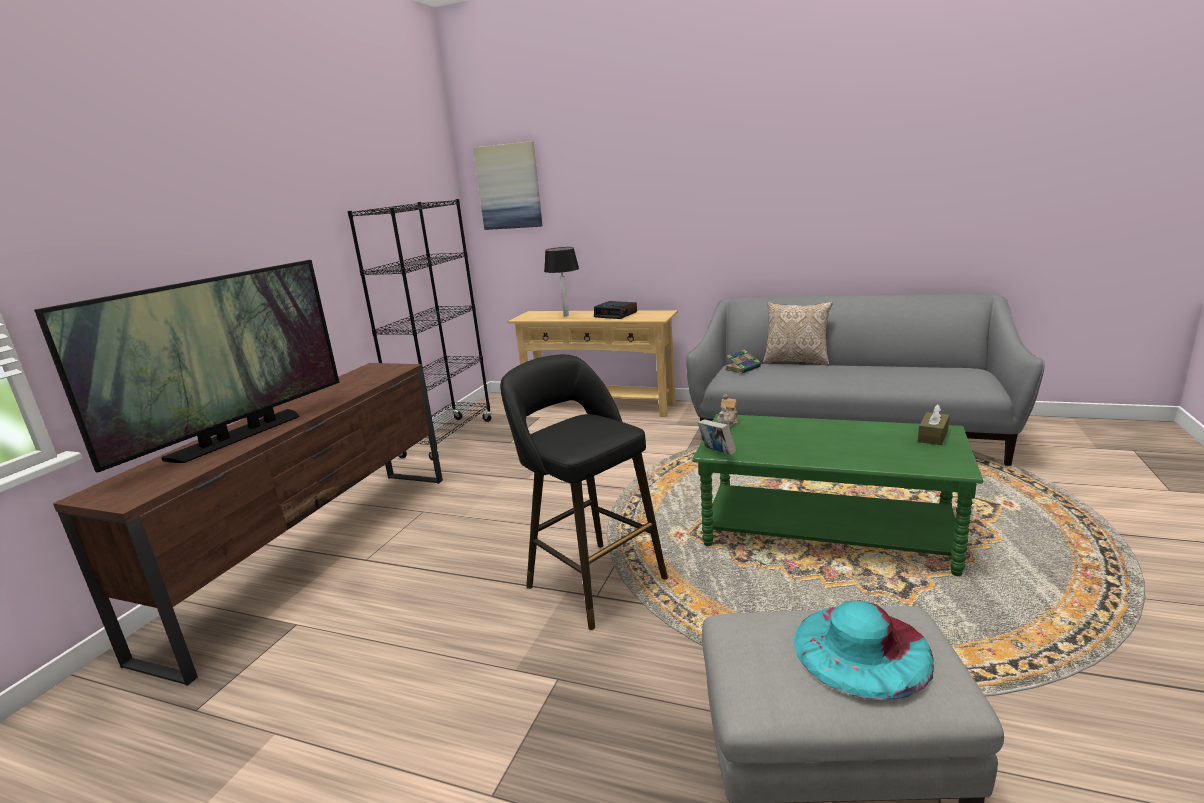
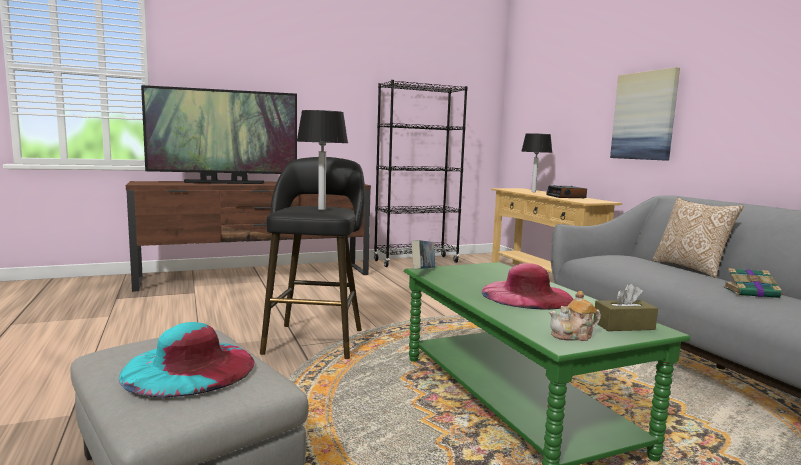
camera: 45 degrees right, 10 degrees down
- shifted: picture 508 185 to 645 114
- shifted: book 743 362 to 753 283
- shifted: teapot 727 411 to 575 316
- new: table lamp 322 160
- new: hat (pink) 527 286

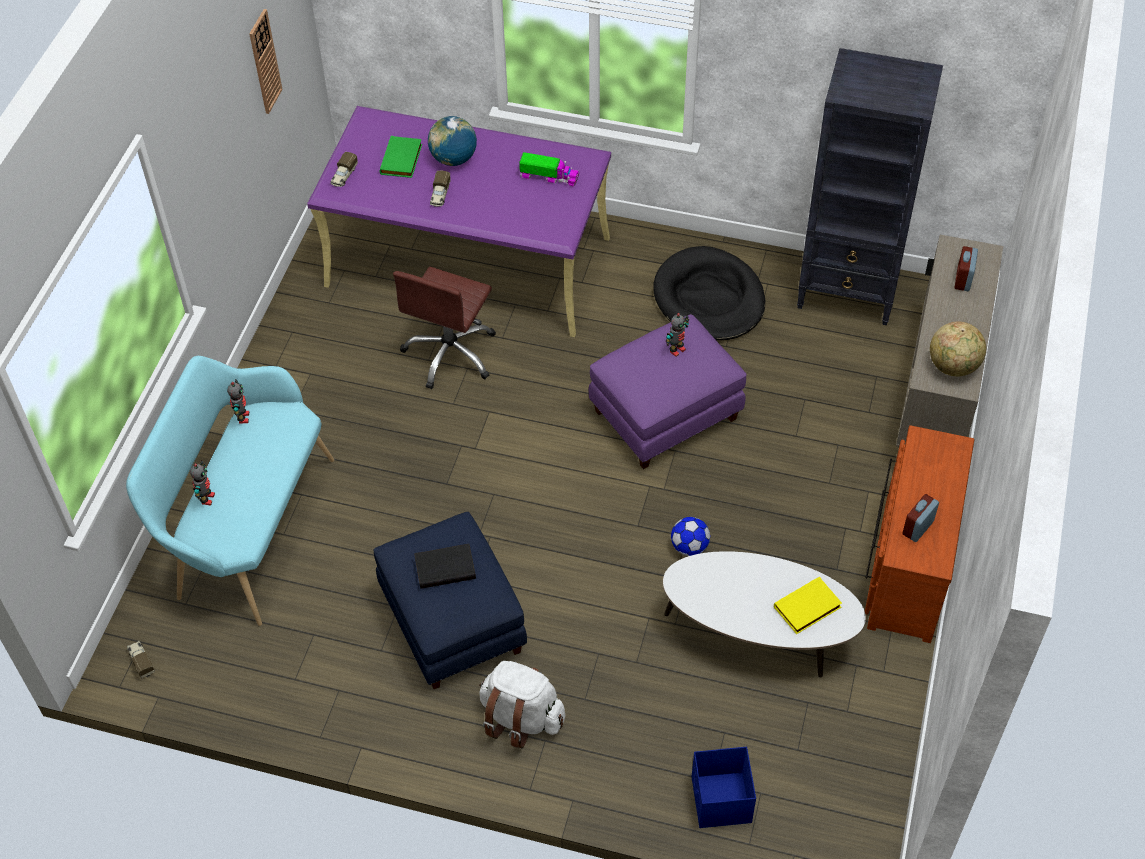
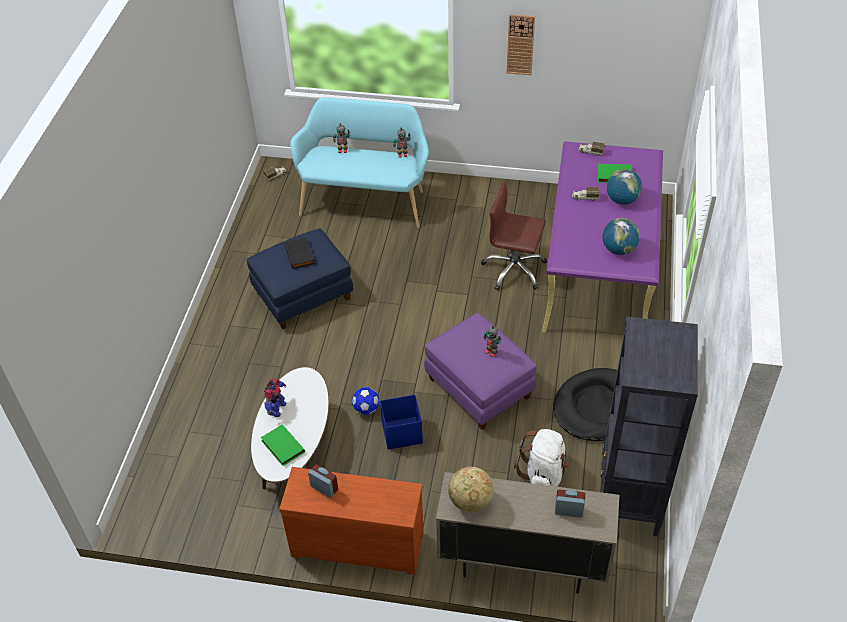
camera: 85 degrees right, 5 degrees down
- shifted: wall clock 265 61 to 521 44
- swapped: toy truck 549 169 to globe 621 236
- repainted: book (yellow) 808 605 to book (green) 283 445
- shifted: backpack (white) 522 704 to 542 458
- shifted: storage box (blue) 724 787 to 401 422
- new: toy robot 275 398

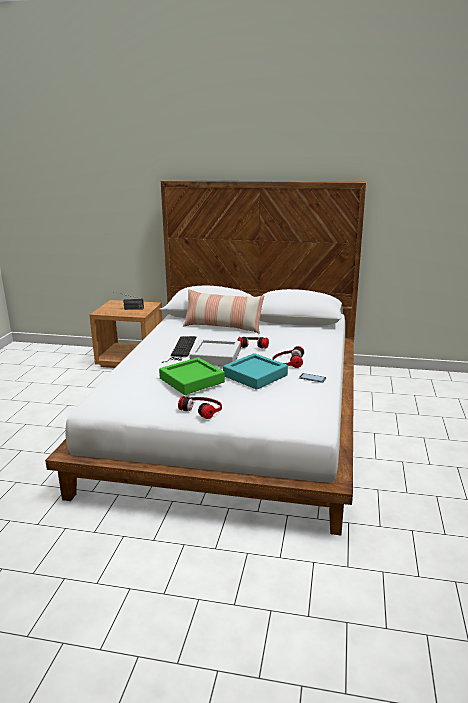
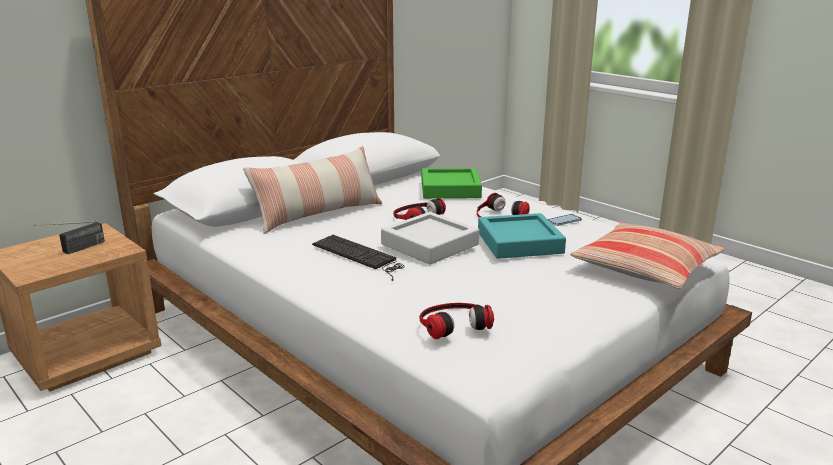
camera: 55 degrees left, 0 degrees up
- shifted: tray (green) 192 376 to 452 183
- shifted: headphones 200 407 to 456 321
- new: pillow 647 255

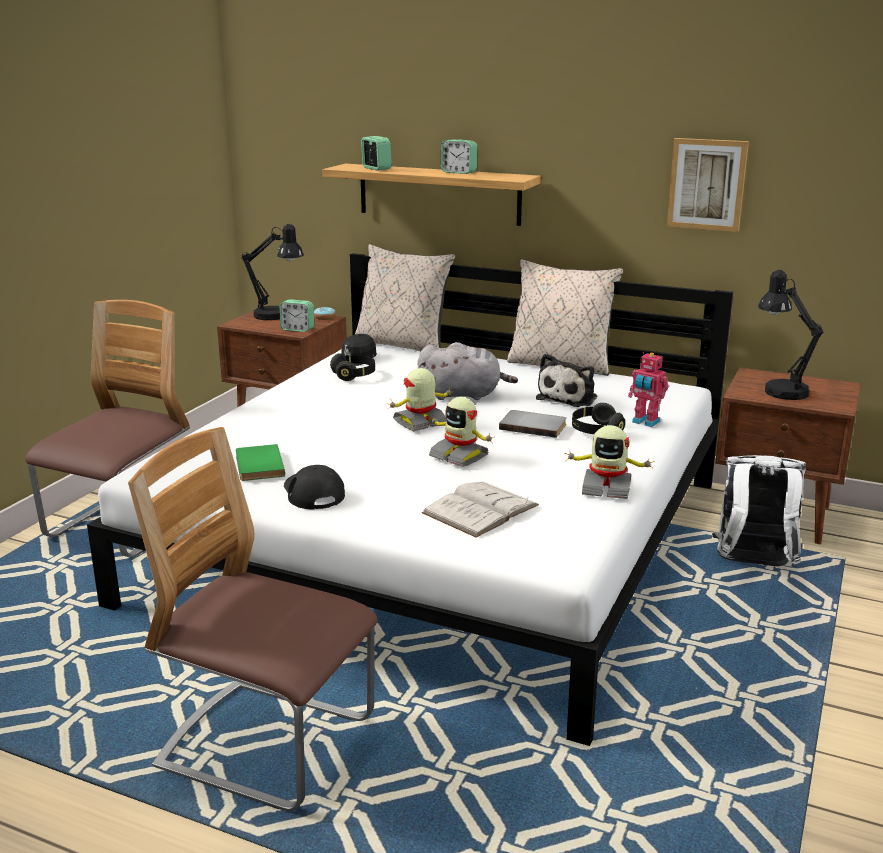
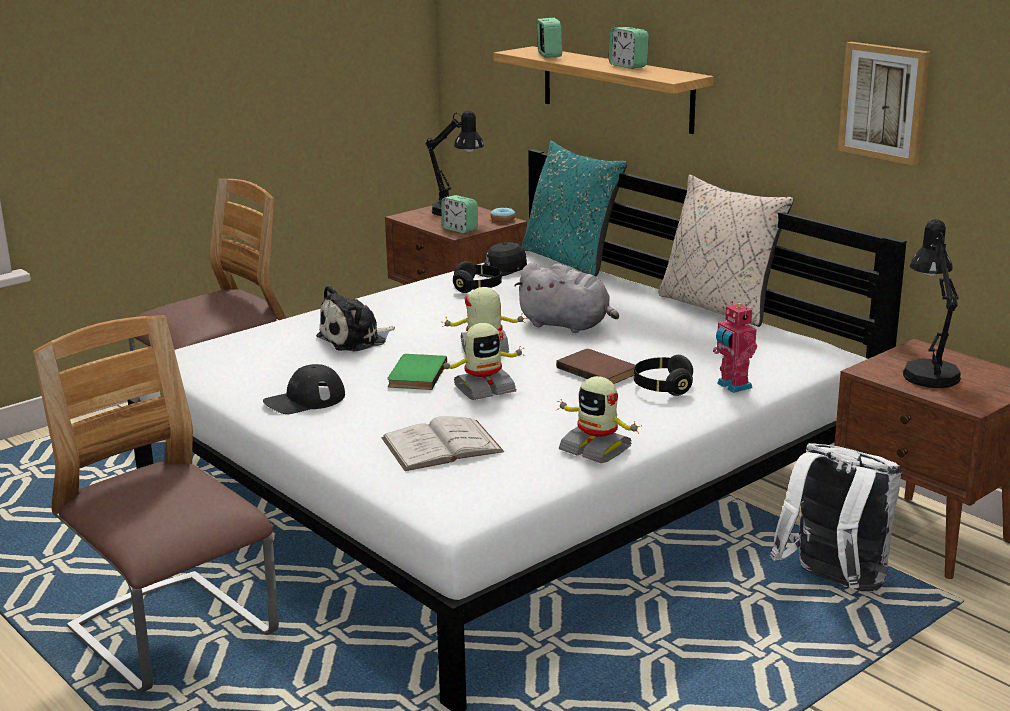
camera: 25 degrees right, 0 degrees up
- repainted: pillow (beige) 405 297 to pillow (turquoise) 574 208
- shifted: plush toy 566 380 to 355 318
- rotated: toy robot 461 432 = 482 361 90 degrees counterclockwise
- repainted: book (grey) 533 424 to book (brown) 595 366
- shifted: book (green) 260 462 to 417 372
- rotated: cap (black) 314 487 = 304 389 120 degrees counterclockwise

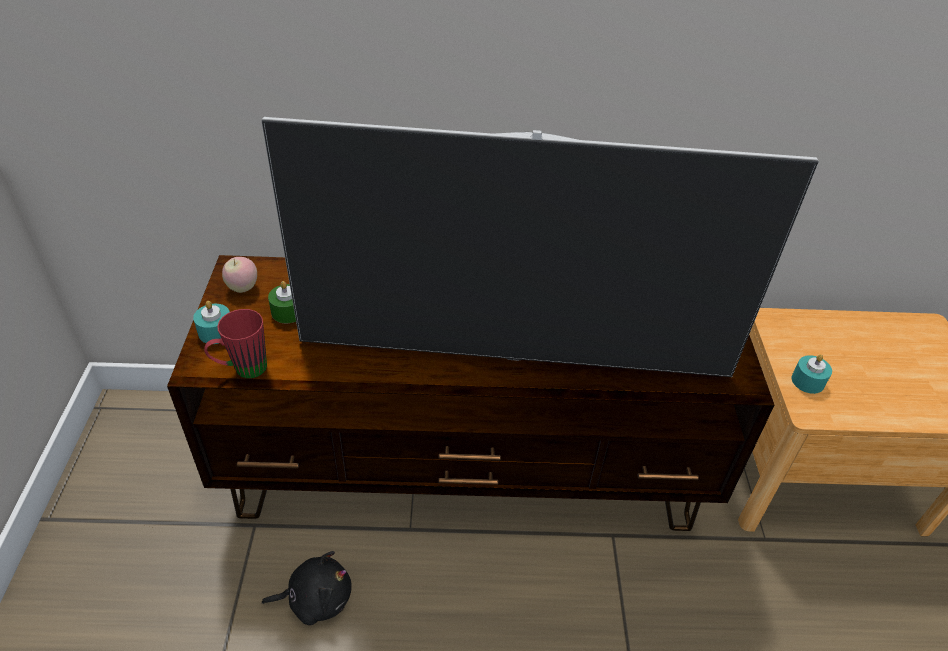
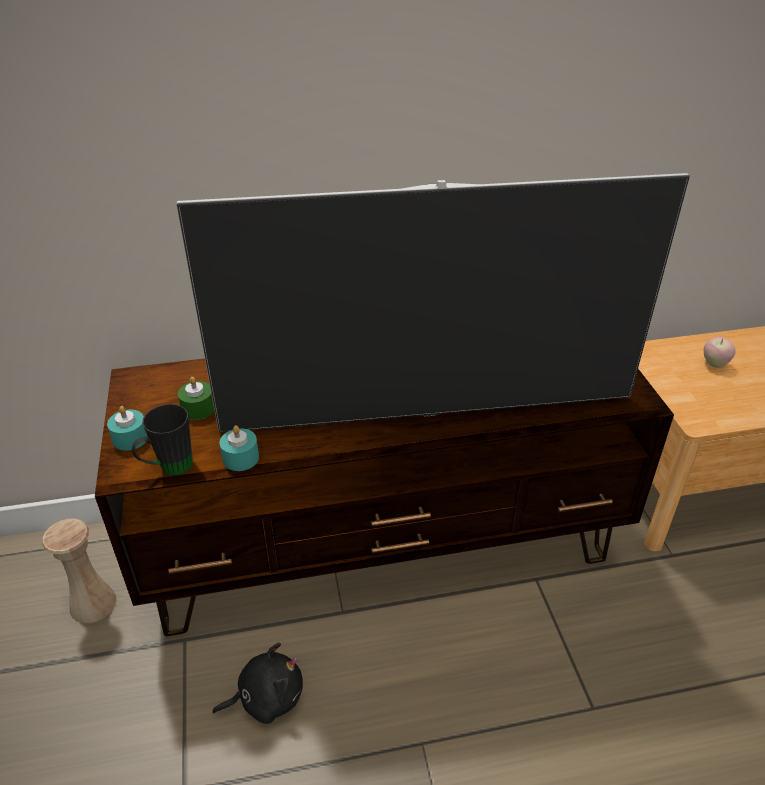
camera: 10 degrees left, 5 degrees down
- shifted: apple 239 275 to 720 352
- repainted: mug (red) 235 343 to mug (black) 162 439
- shifted: candle (turquoise) 811 374 to 239 448
- new: vase (beige) 79 571

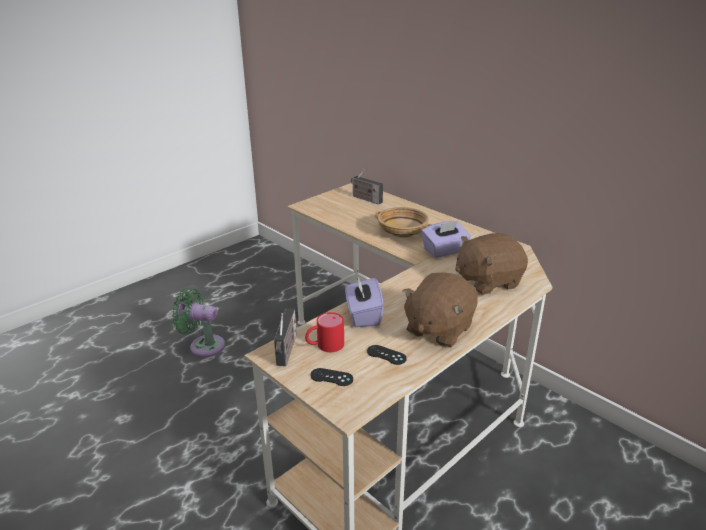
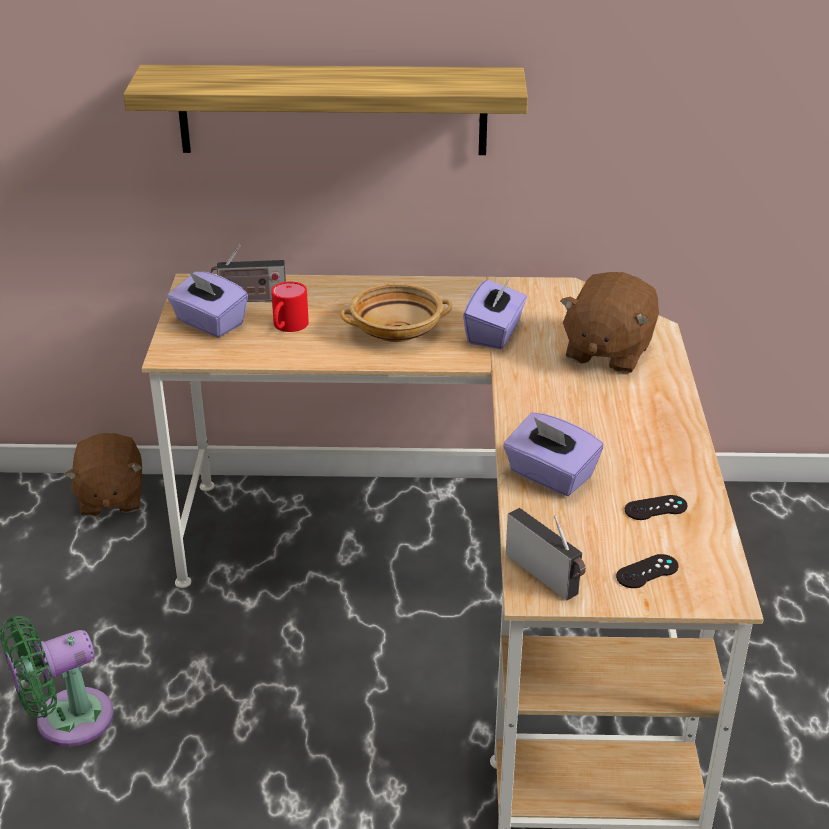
camera: 45 degrees left, 5 degrees up
- shifted: plush toy (brown) 440 309 to 104 475
- shifted: mug (red) 324 332 to 290 307
- new: shelf 325 110
- new: tissue box (purple) 207 304

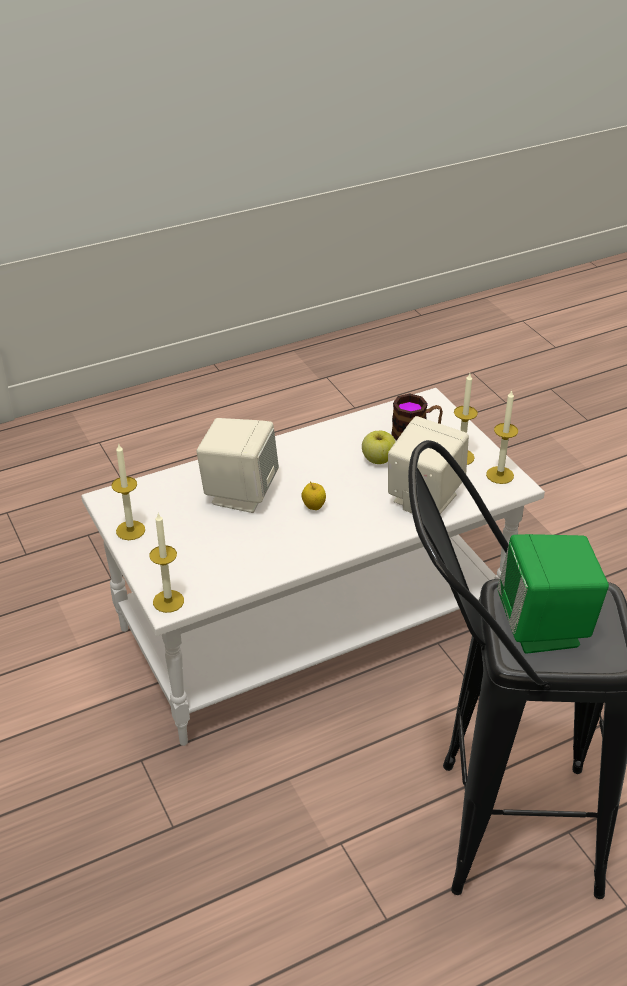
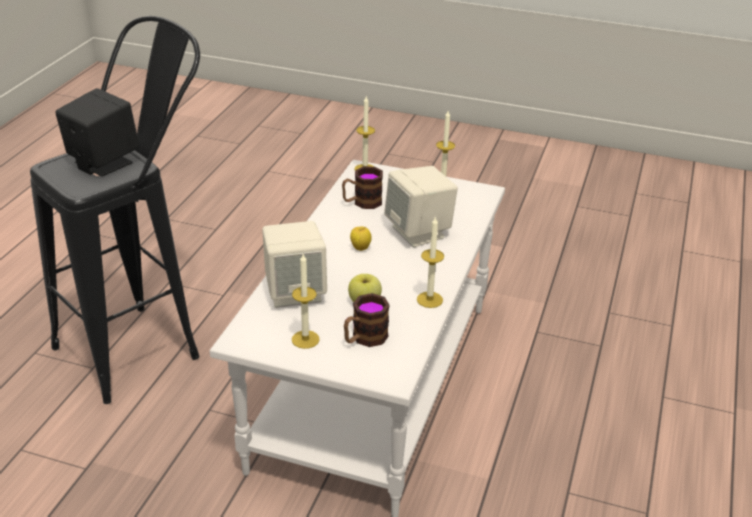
camera: 135 degrees right, 5 degrees down
- shifted: candle 502 437 to 430 262
- repainted: speaker (green) 553 594 to speaker (black) 97 132
- new: mug 362 187

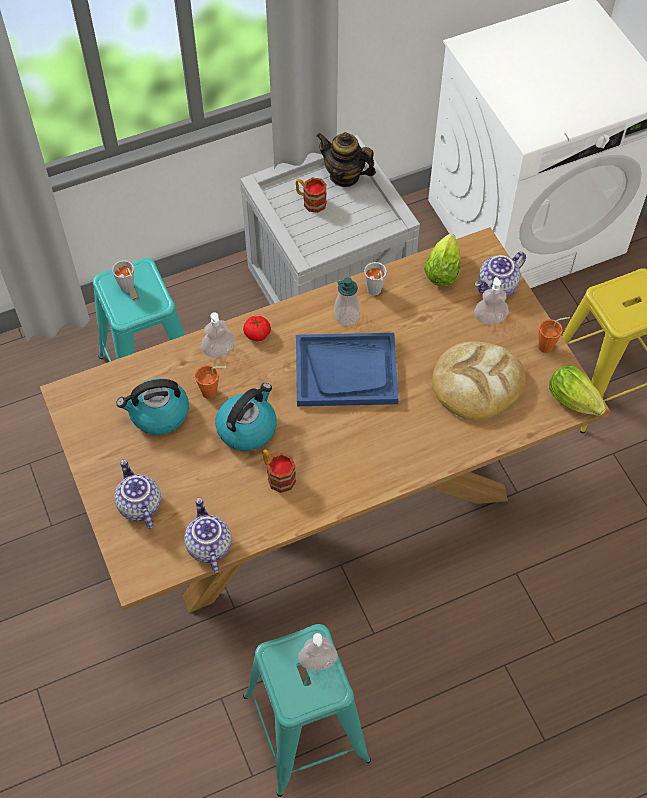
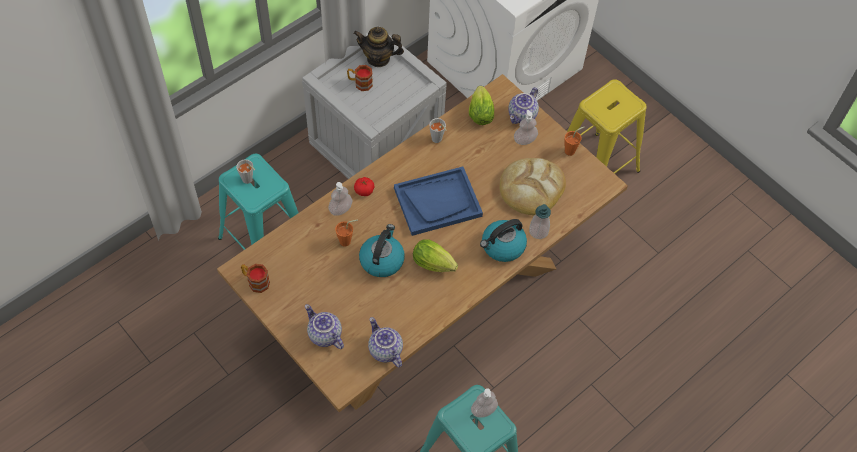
camera: 20 degrees left, 0 degrees up
- shifted: soap dispenser 347 301 to 540 221
- shifted: lettuce 577 390 to 435 255
- shifted: kettle 152 406 to 503 240
- shifted: mug 279 471 to 255 278

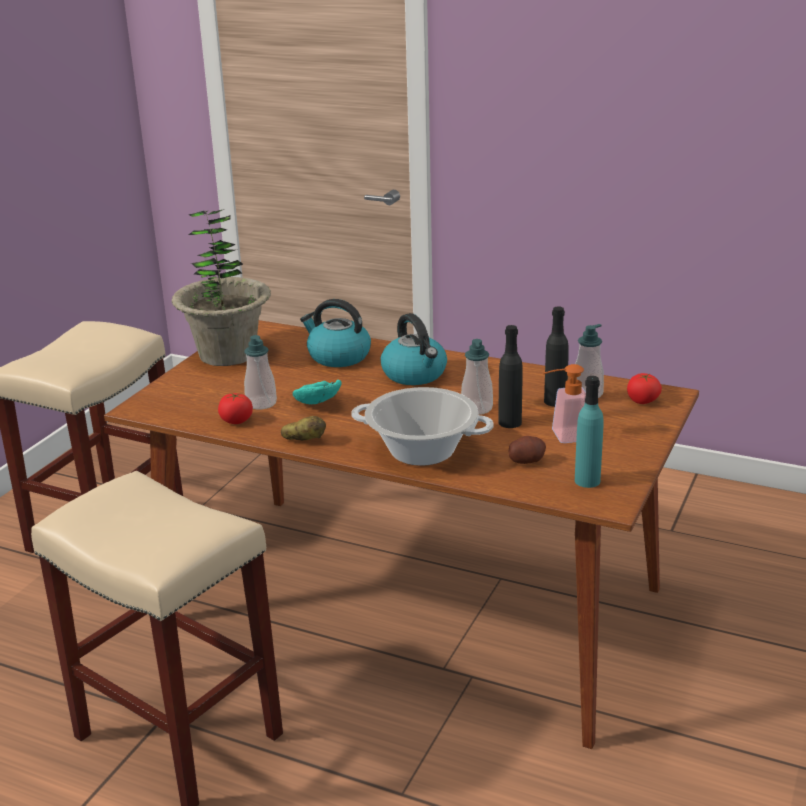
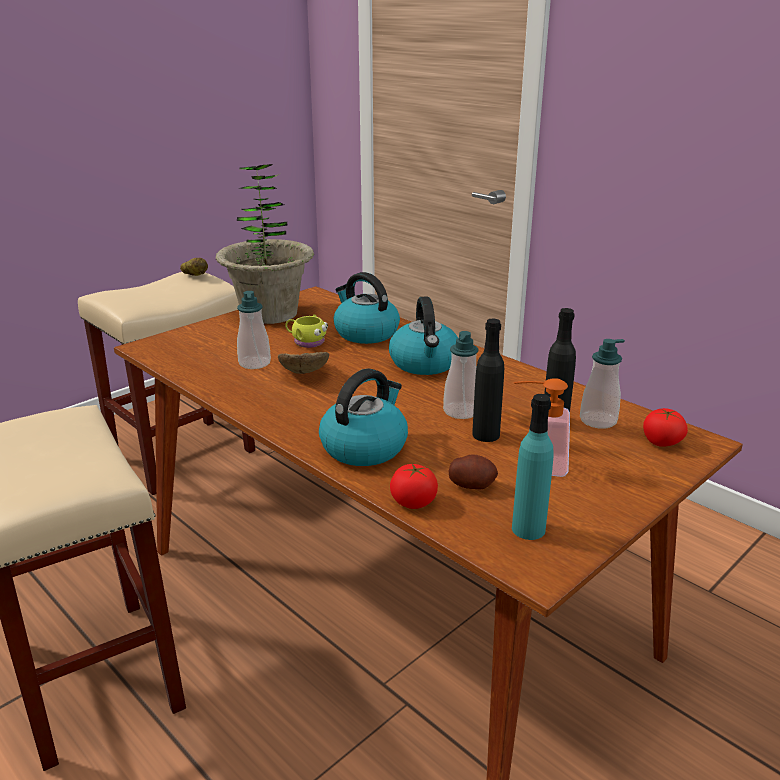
camera: 20 degrees right, 0 degrees up
- repainted: bowl (turquoise) 317 392 to bowl (brown) 303 363
- swapped: cooking pot 422 426 to kettle 363 417
- shifted: tomato 235 408 to 414 486
- shifted: potato 303 428 to 194 267
- new: mug (yellow) 306 331

